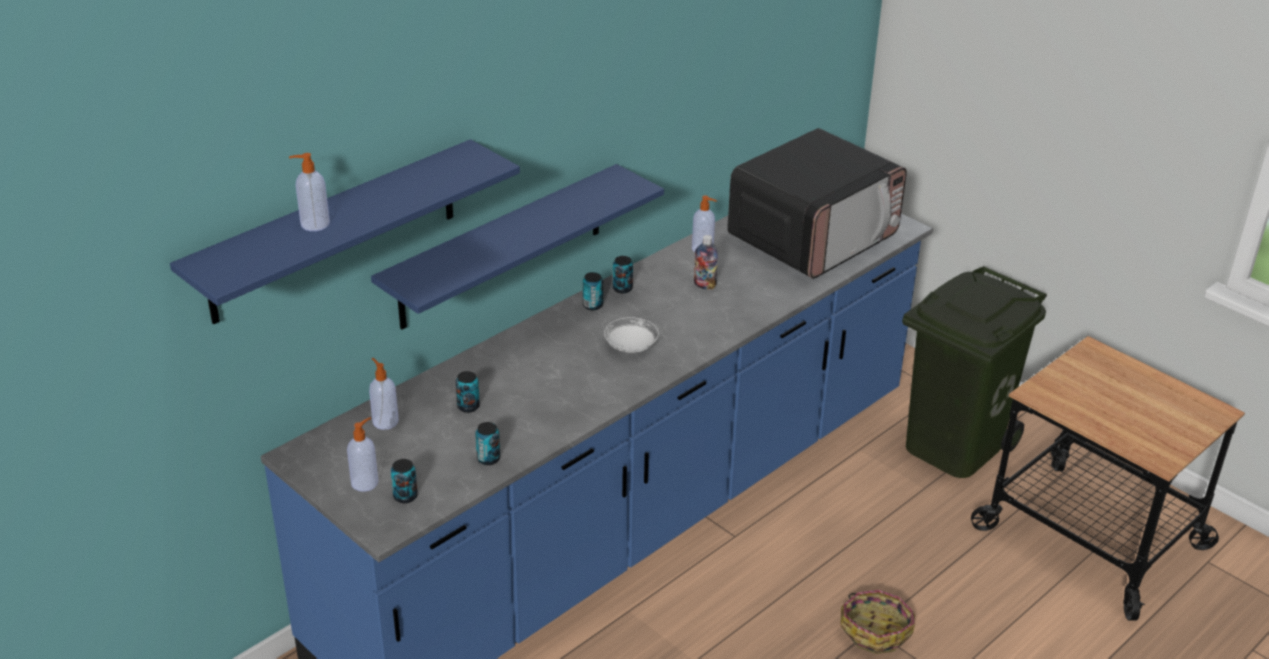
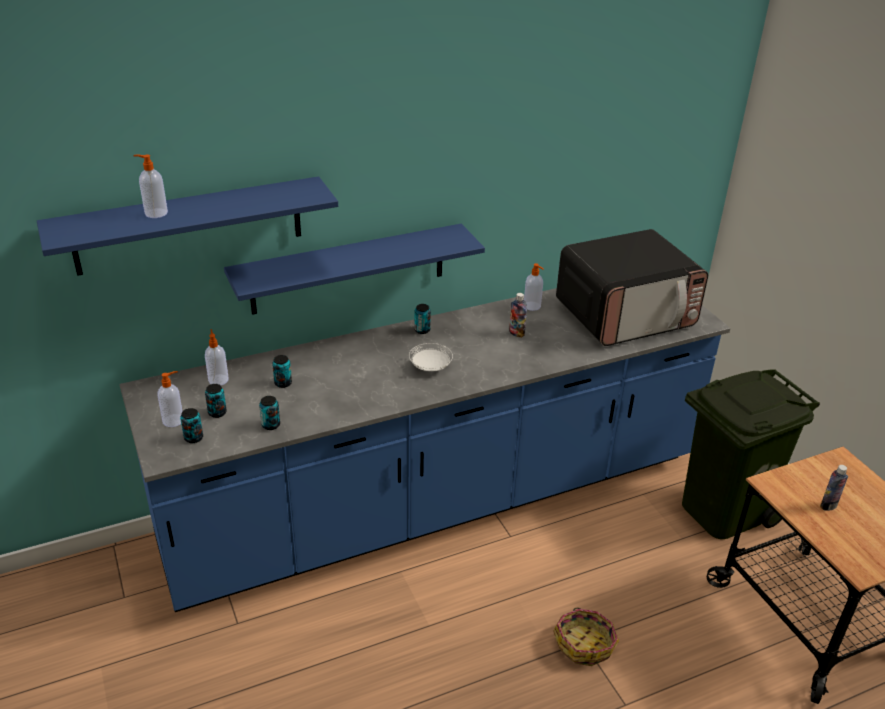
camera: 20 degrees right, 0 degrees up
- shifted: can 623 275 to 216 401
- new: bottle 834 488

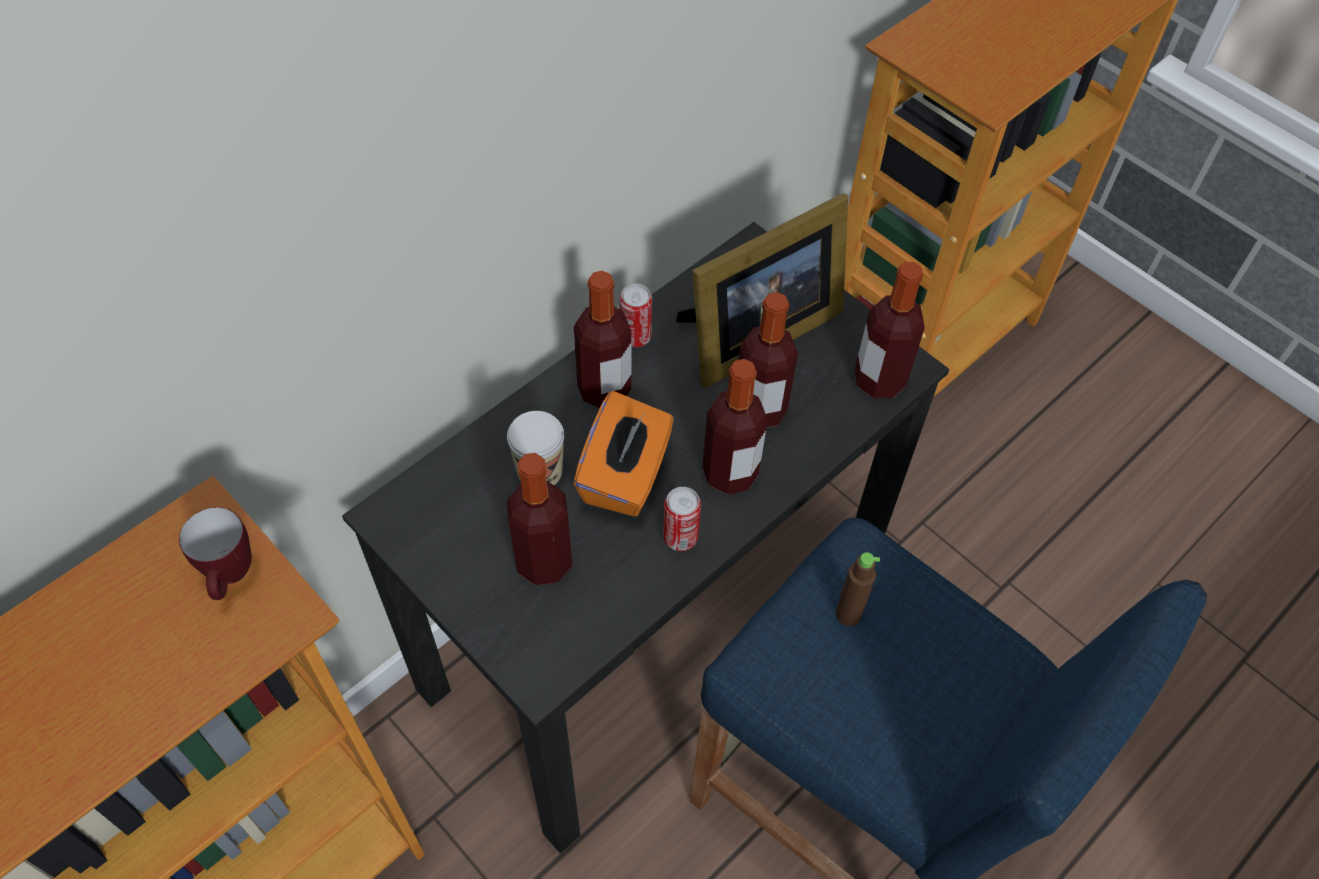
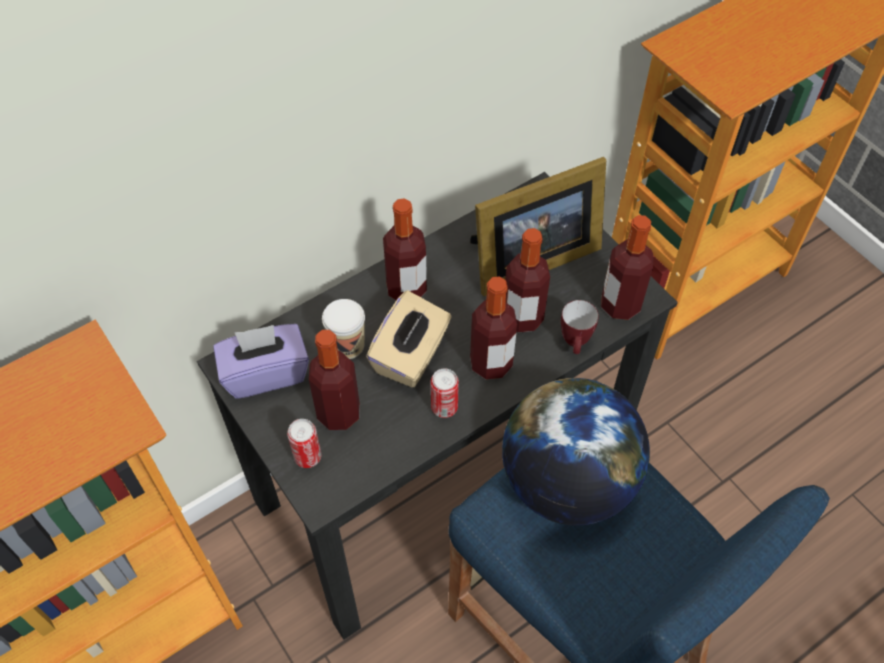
camera: 10 degrees right, 0 degrees up
- shifted: can 636 315 to 304 443
- repainted: tissue box (orange) 623 453 to tissue box (beige) 409 338
- shifted: mug 215 553 to 580 327
- swapped: bottle (brown) 857 589 to globe 576 452
- new: tissue box (purple) 261 361

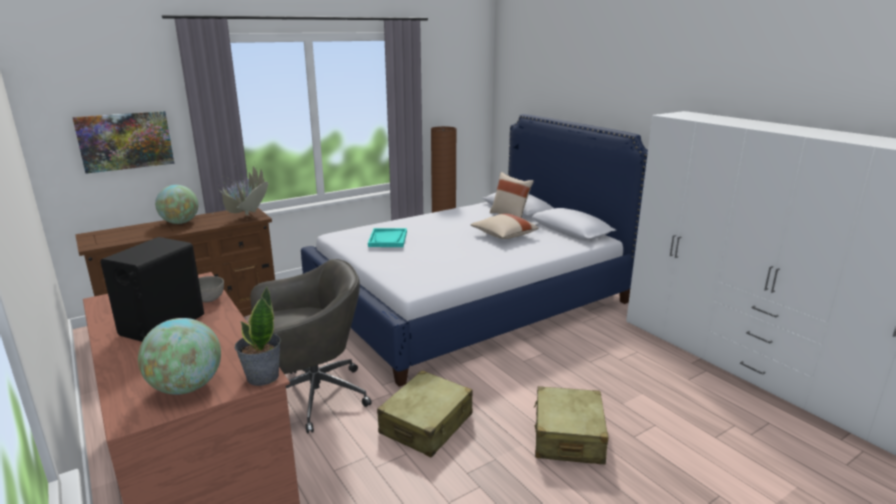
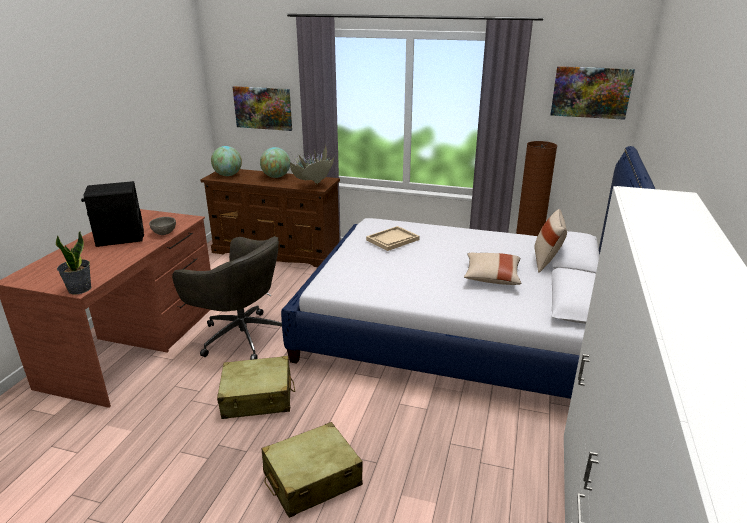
camera: 50 degrees right, 5 degrees up
- repainted: tray (turquoise) 387 237 to tray (beige) 393 238
- shifted: globe 179 356 to 226 161
- new: picture 593 93

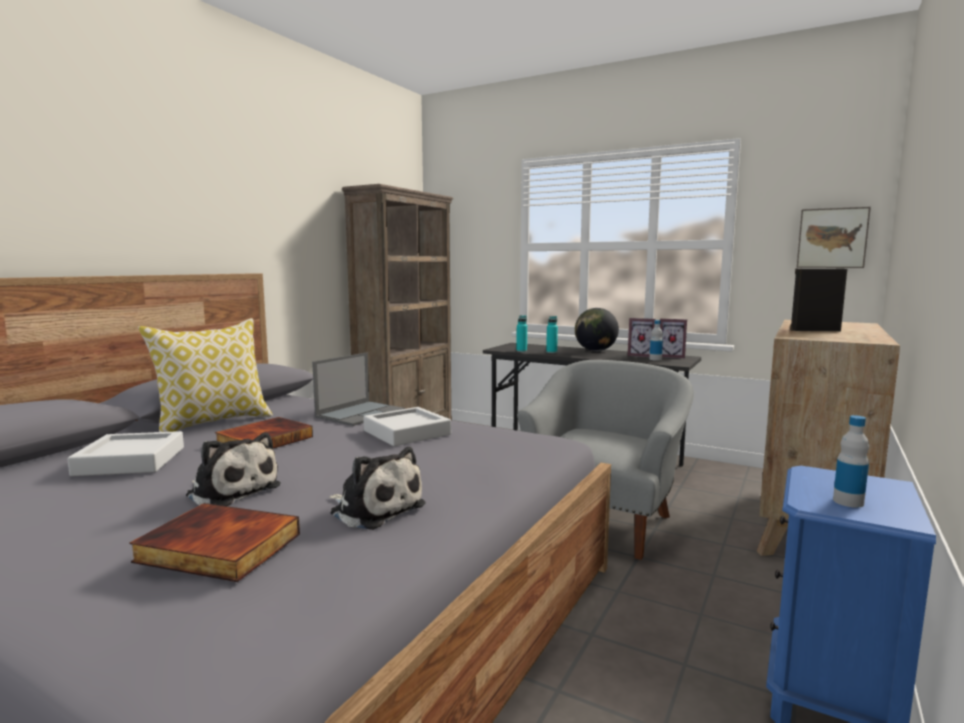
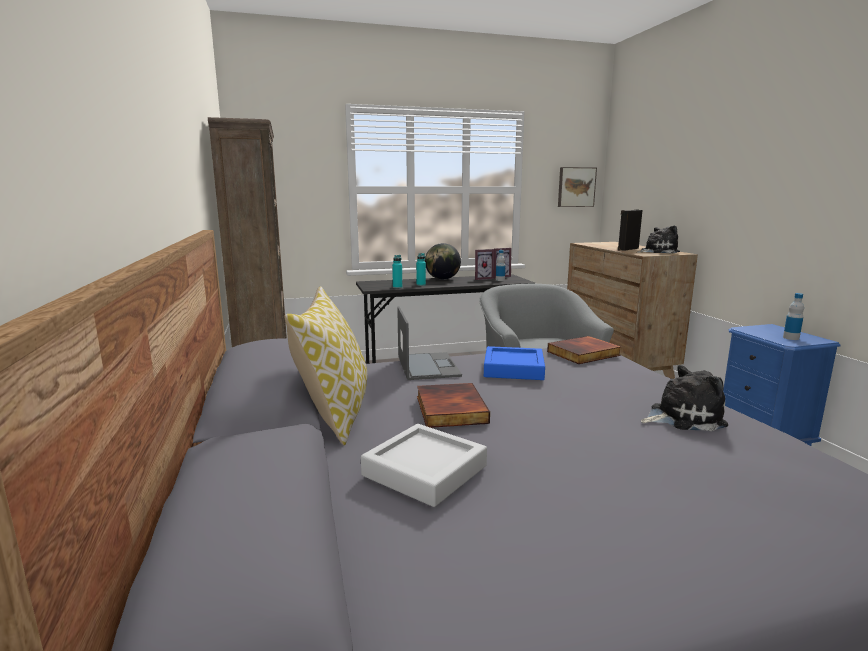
camera: 45 degrees left, 5 degrees up
- repainted: tray (grey) 407 426 to tray (blue) 514 363
- shifted: plush toy 233 469 to 658 240
- shifted: book 214 542 to 584 350

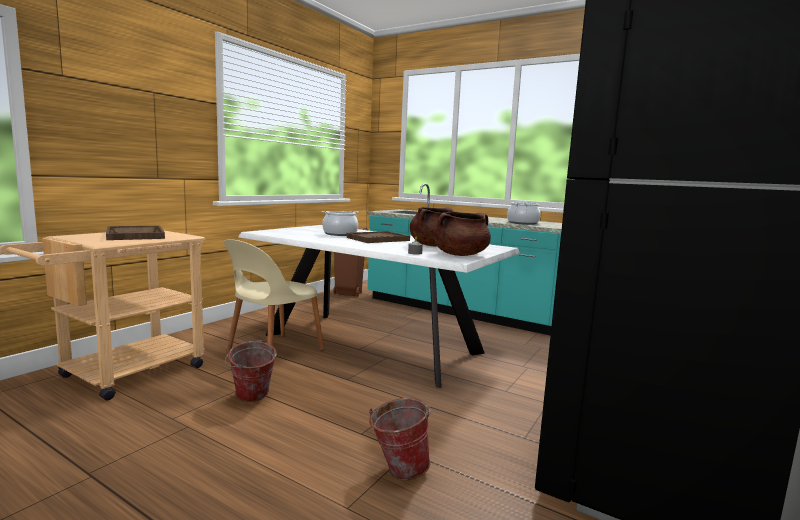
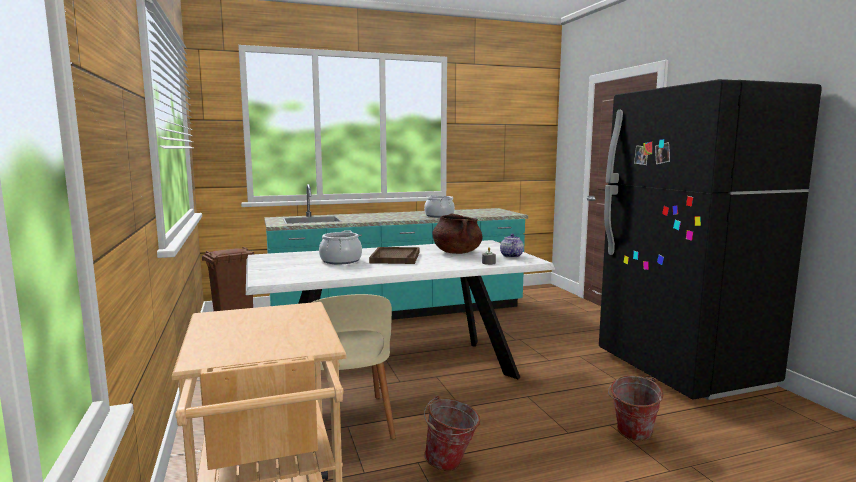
camera: 50 degrees left, 0 degrees up
- swapped: cooking pot (brown) 462 234 to teapot 512 246
- gone: tray (brown) 135 233

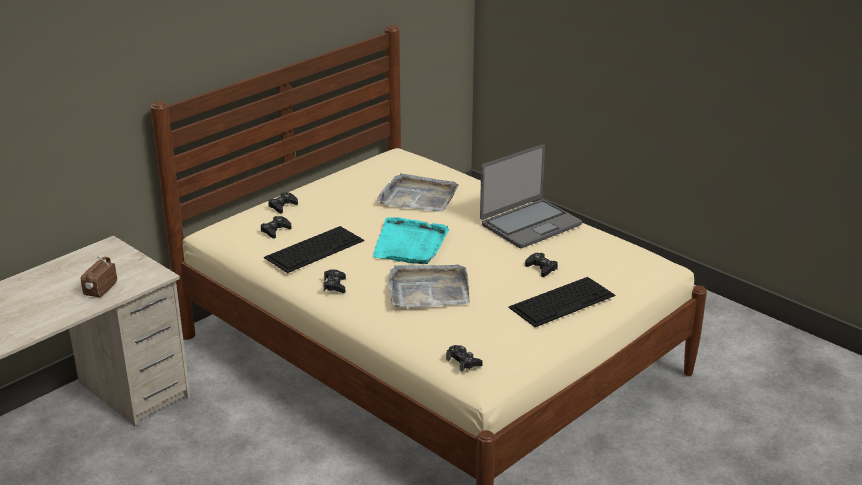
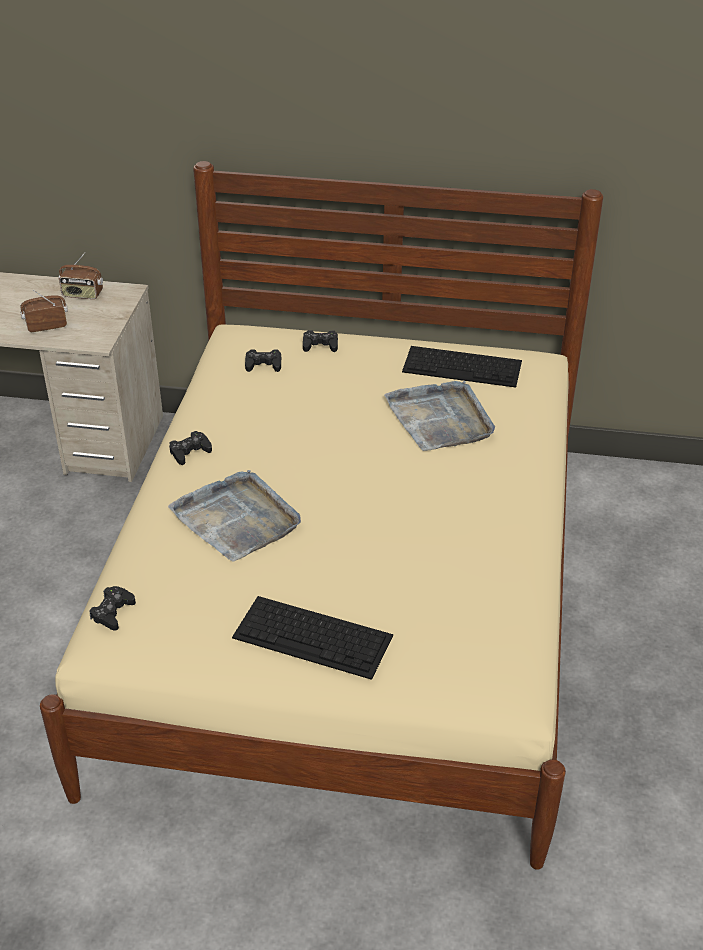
camera: 55 degrees right, 10 degrees up
- gone: laptop 531 196
- gone: tray (turquoise) 411 240
- shifted: keyboard 314 249 to 462 367
- gone: game controller (black) 541 265
- new: radio 81 275

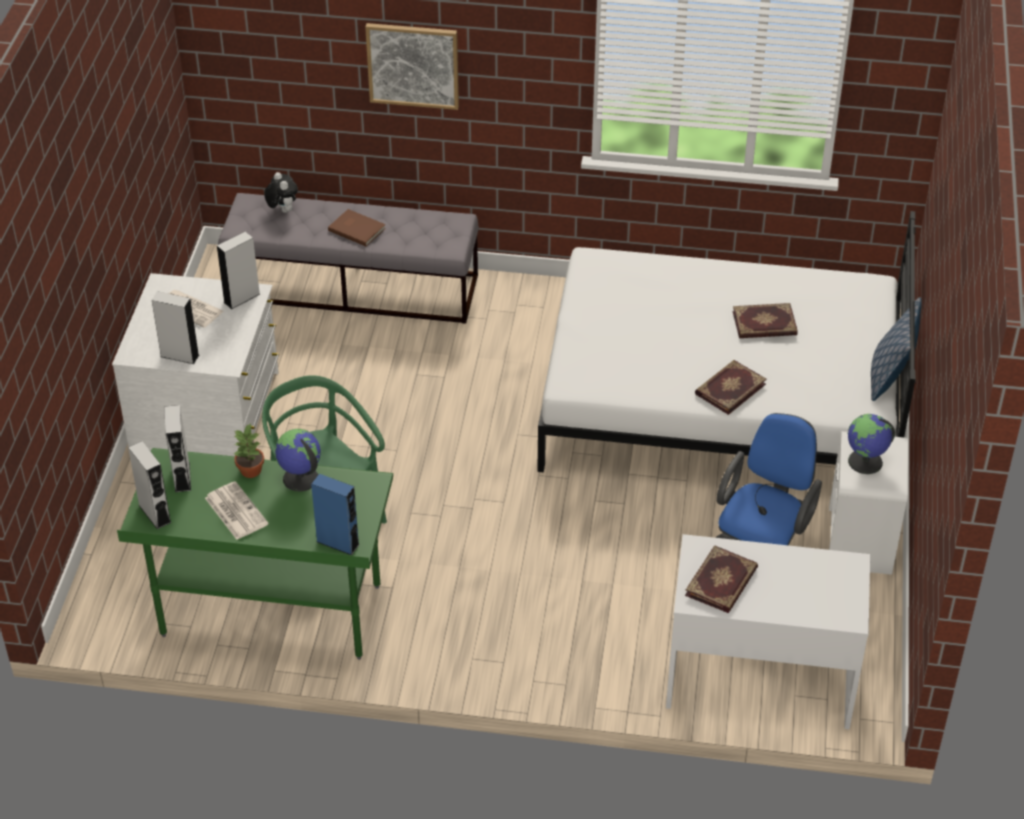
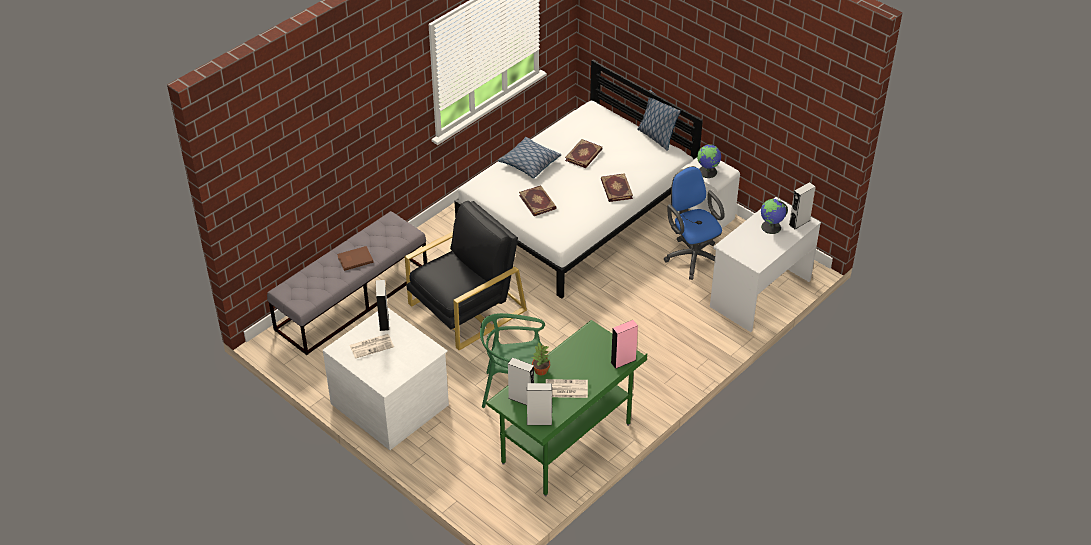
camera: 55 degrees left, 0 degrees up
- gone: picture 412 66
- gone: plush toy 281 192
- shifted: speaker (grey) 175 327 to 802 205
- shifted: globe 298 460 to 774 216
- repainted: speaker (blue) 335 514 to speaker (pink) 624 344
- shifted: book 721 579 to 538 200
- new: pillow 529 158
- new: armchair (black) 466 275

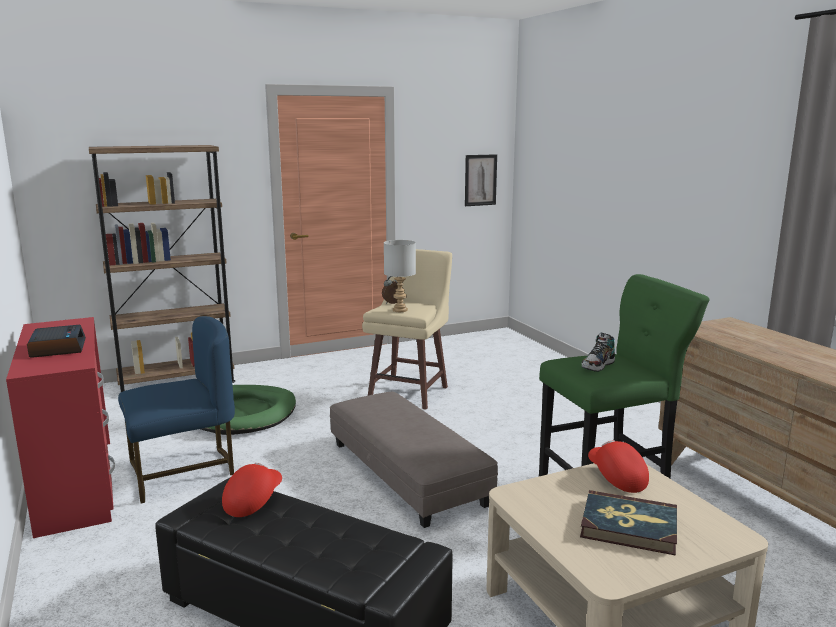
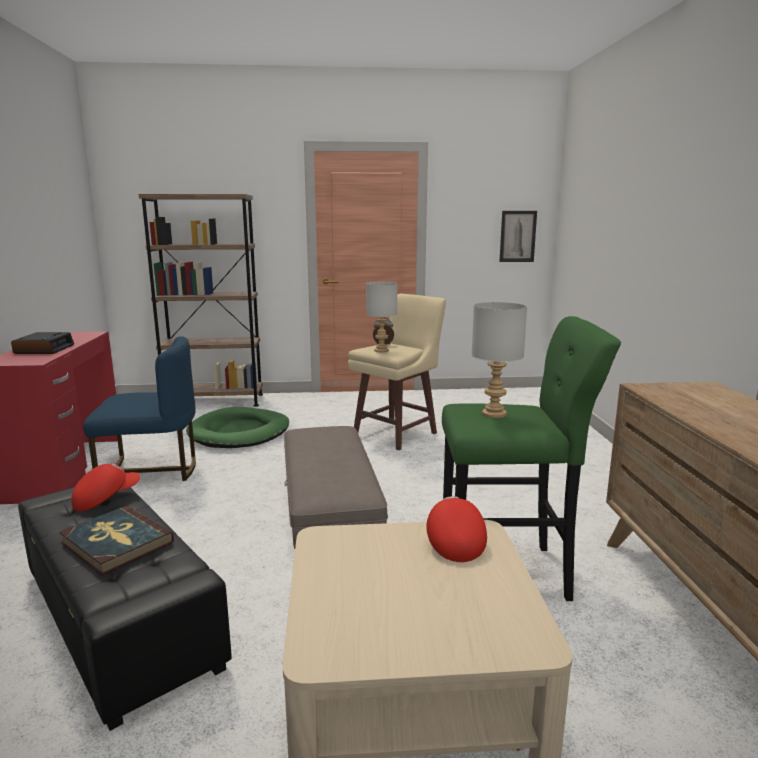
camera: 20 degrees right, 0 degrees up
- swapped: shoe 598 352 to table lamp (grey) 499 360
- shifted: book 628 523 to 116 541

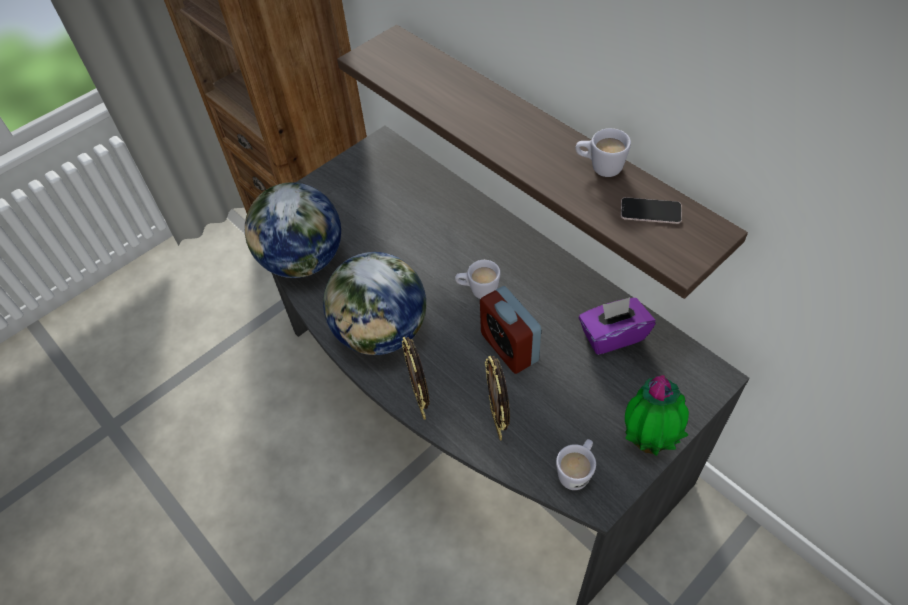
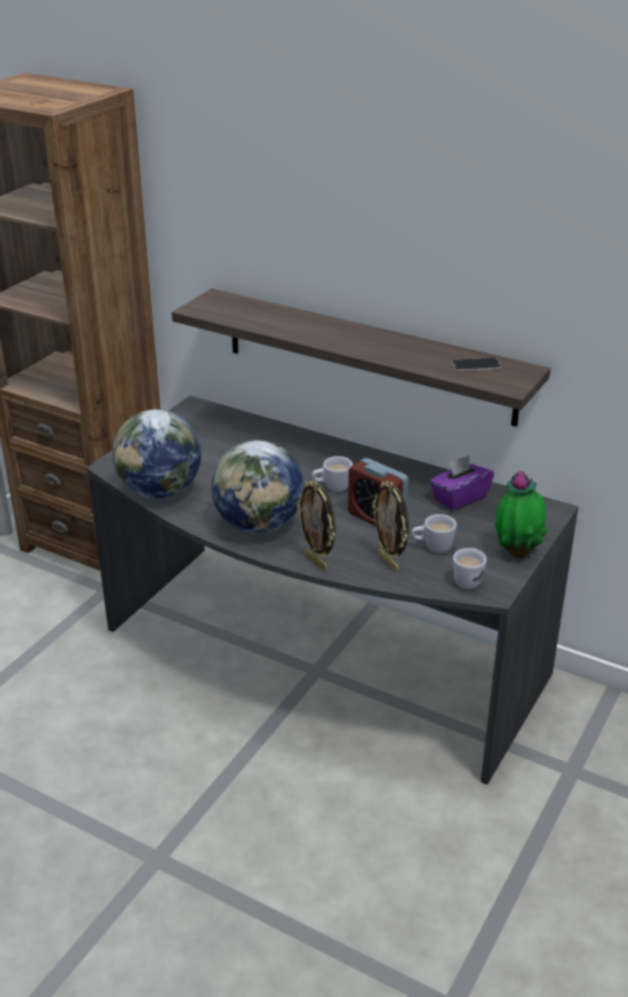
camera: 20 degrees left, 20 degrees down
- shifted: mug (white) 603 152 to 434 533

